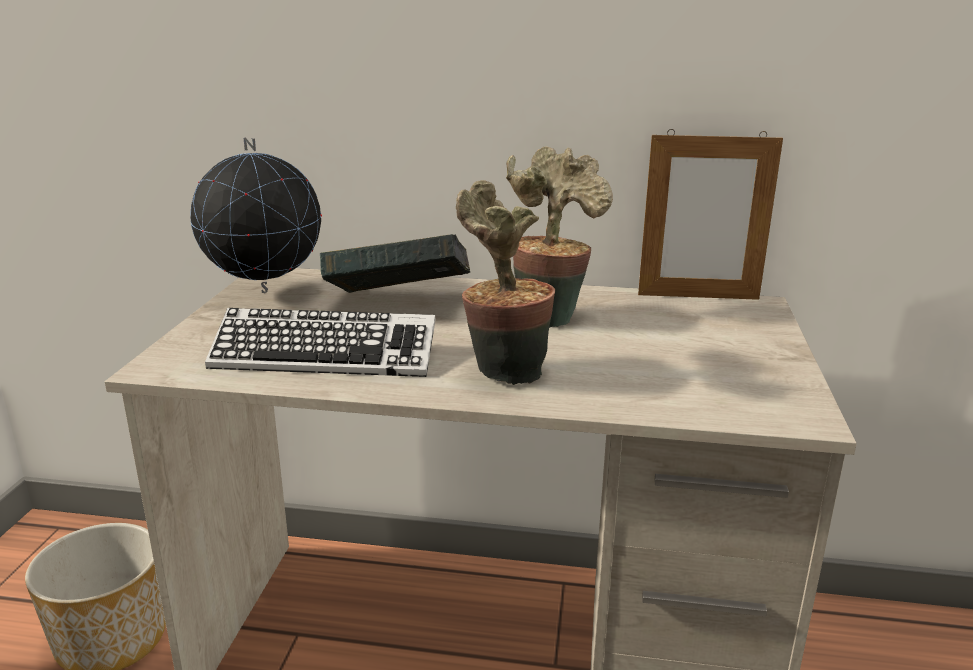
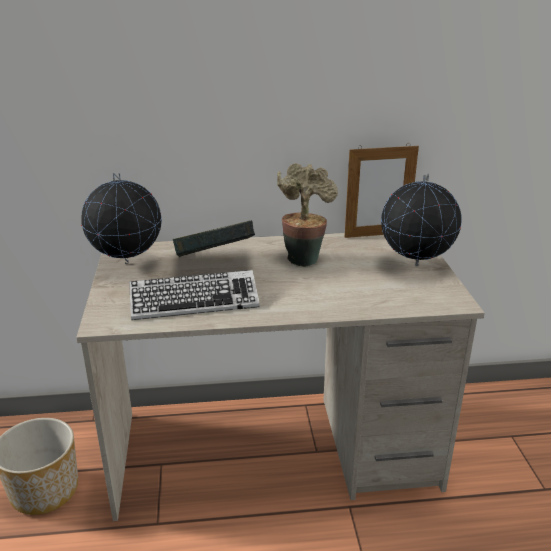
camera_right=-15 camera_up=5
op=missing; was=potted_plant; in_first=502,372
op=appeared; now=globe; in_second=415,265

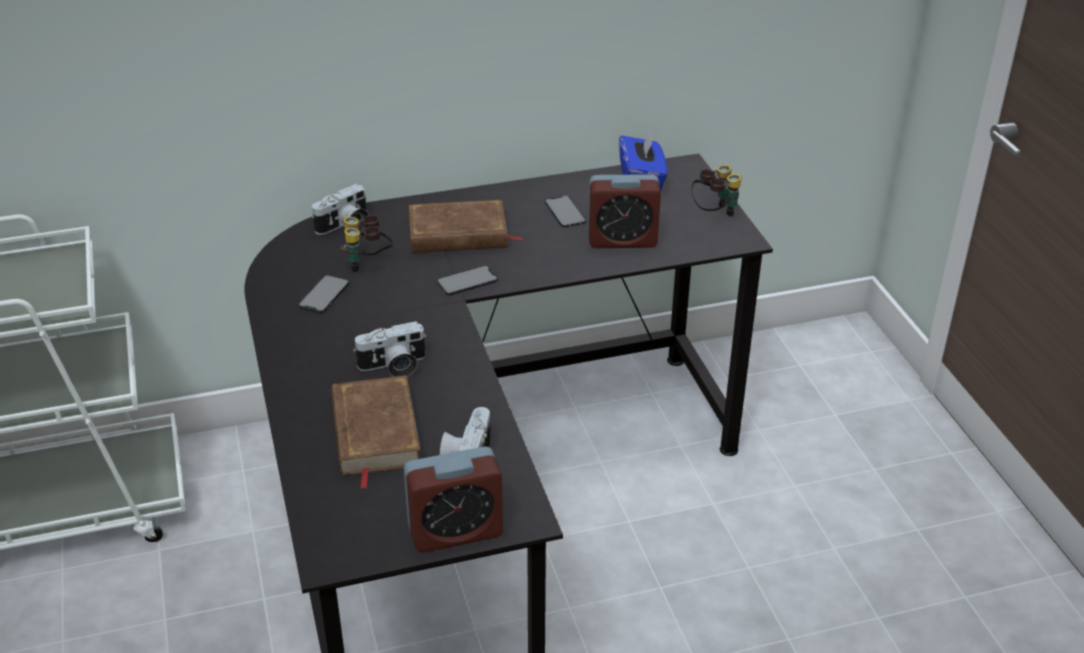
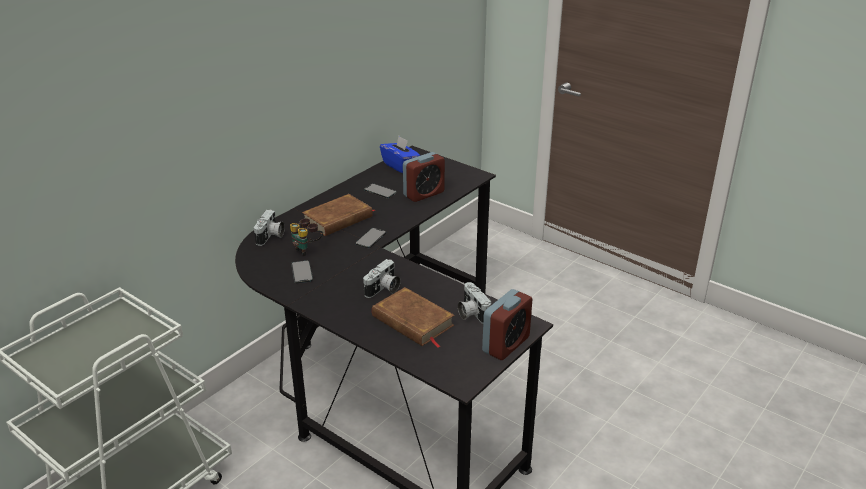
camera_right=-35 camera_up=-5
op=missing; was=binoculars; in_first=714,213

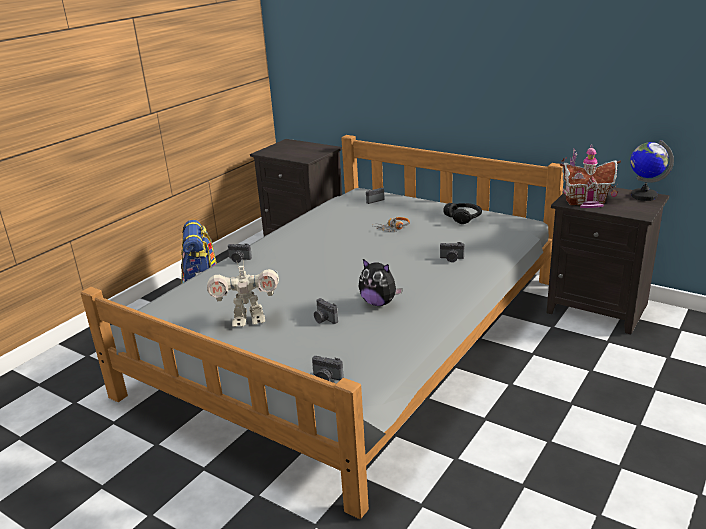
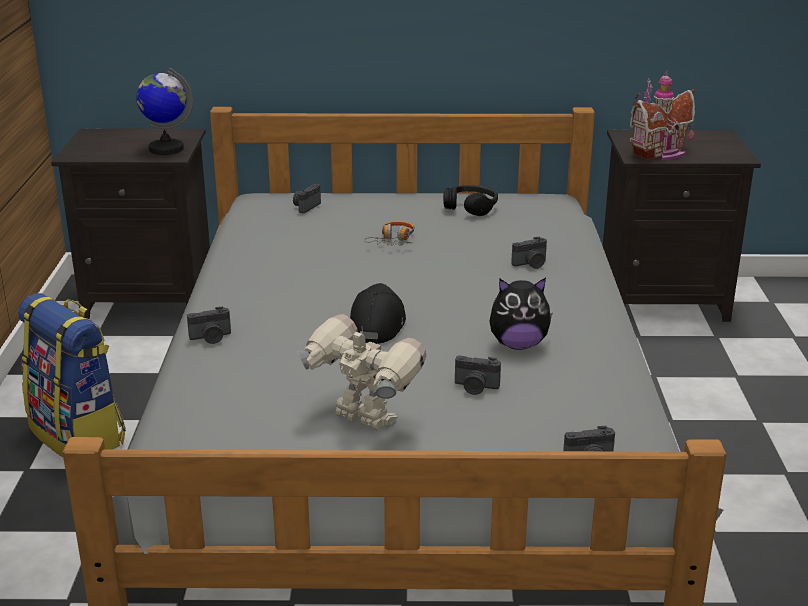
camera_right=-35 camera_up=0
op=spun; was=toy_robot; in_first=248,320; in_second=363,421; clockwise=-105
op=relocated; was=globe; in_first=643,196; in_second=166,149
op=appeared; now=black_cap; in_second=376,324

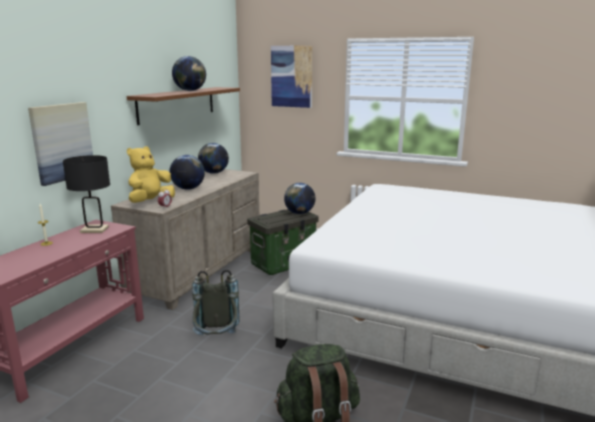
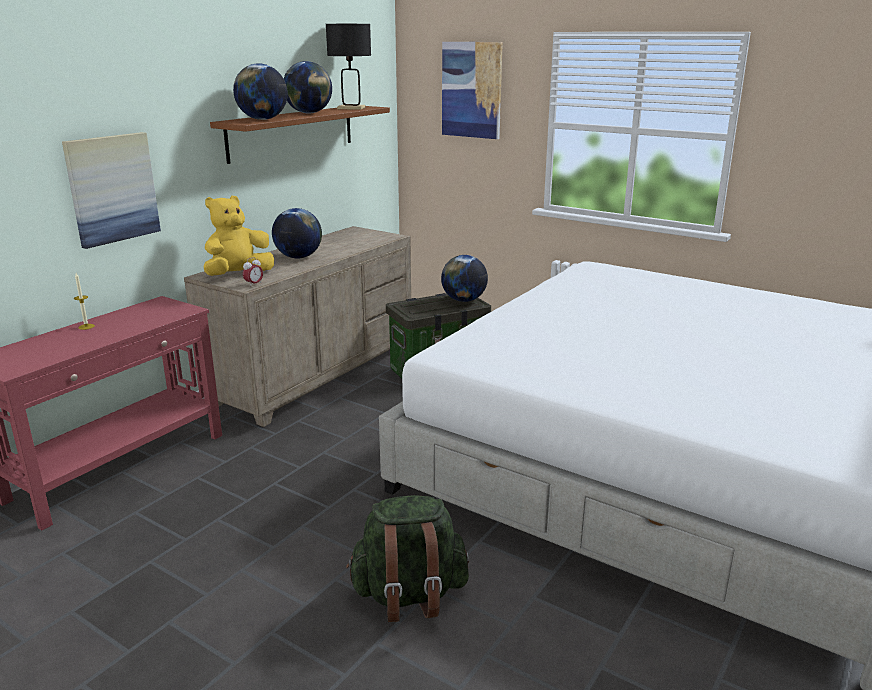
camera_right=10 camera_up=5
op=relocated; was=black_table_lamp; in_first=94,229; in_second=351,108
op=missing; was=grey_backpack; in_first=217,341
op=relocated; was=globe; in_first=214,173; in_second=263,119

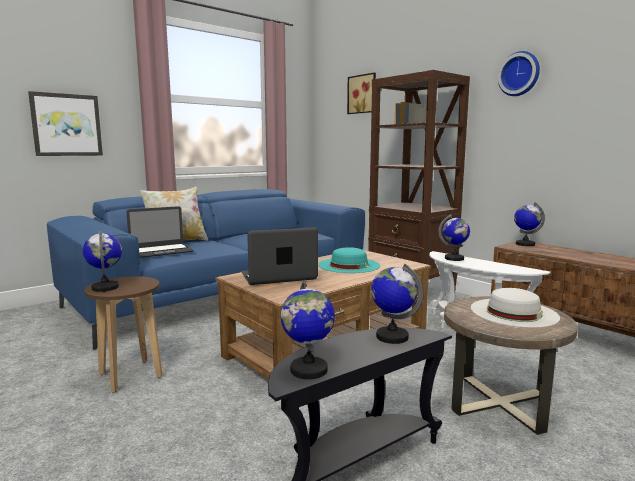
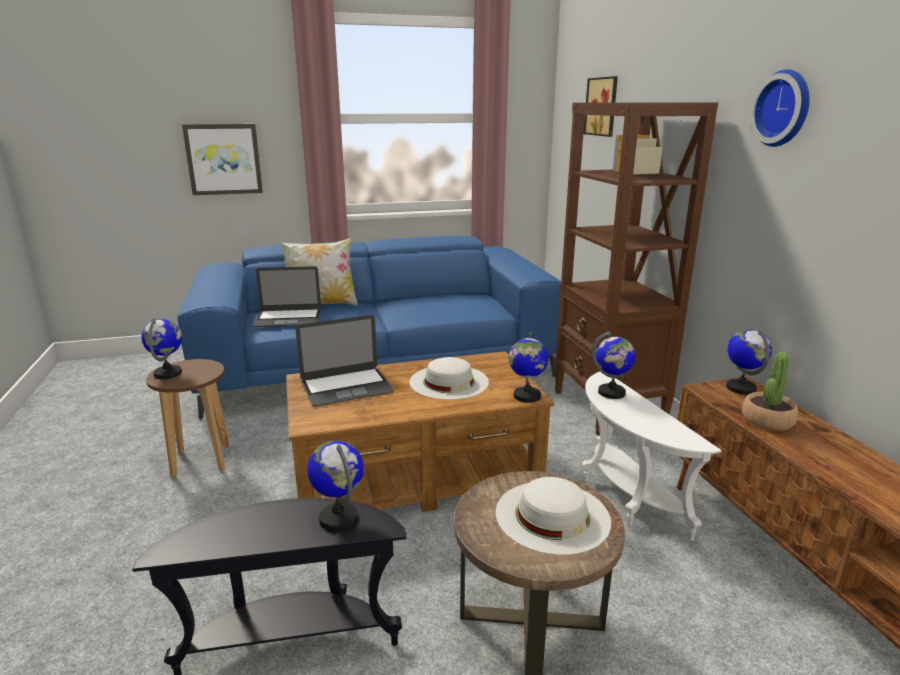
camera_right=25 camera_up=10
op=spun; was=laptop; in_first=278,276; in_second=346,386; clockwise=150
op=relocated; was=globe; in_first=308,370; in_second=526,396
op=colour; was=turquoise_hat; now=white_hat; in_first=349,265; in_second=449,382
op=appeared; now=potted_plant; in_second=767,420

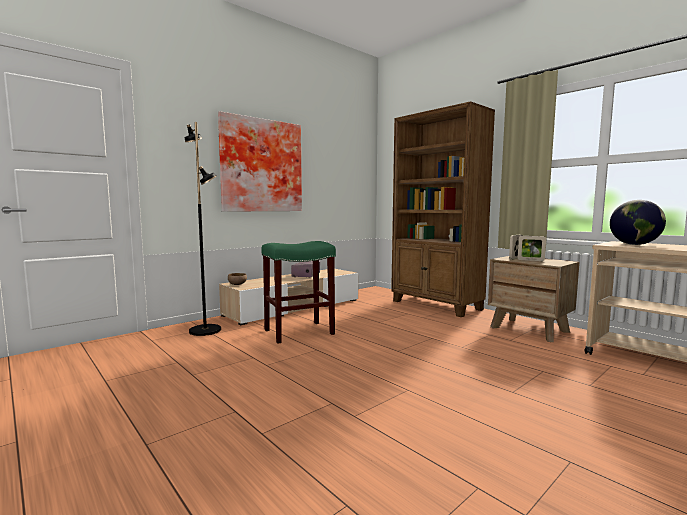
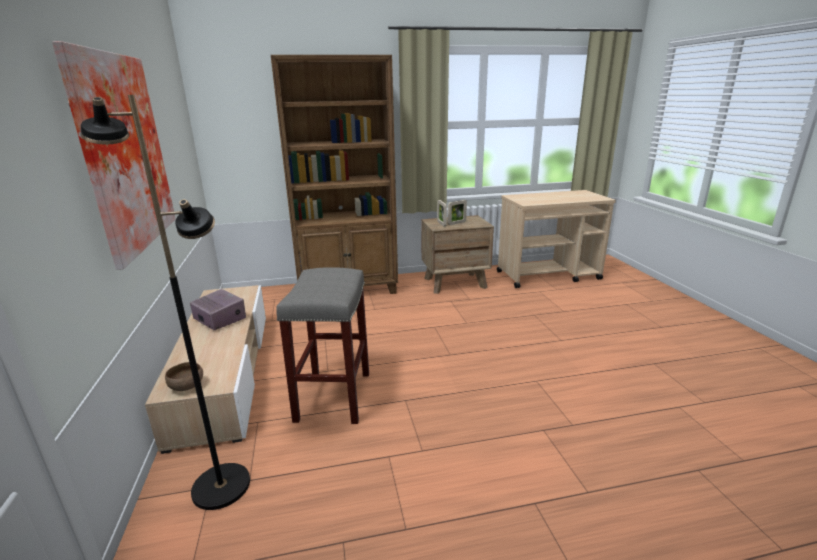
camera_right=-60 camera_up=15
op=colour; was=green_stool; now=grey_stool; in_first=299,332; in_second=333,395
op=missing; was=globe; in_first=635,244

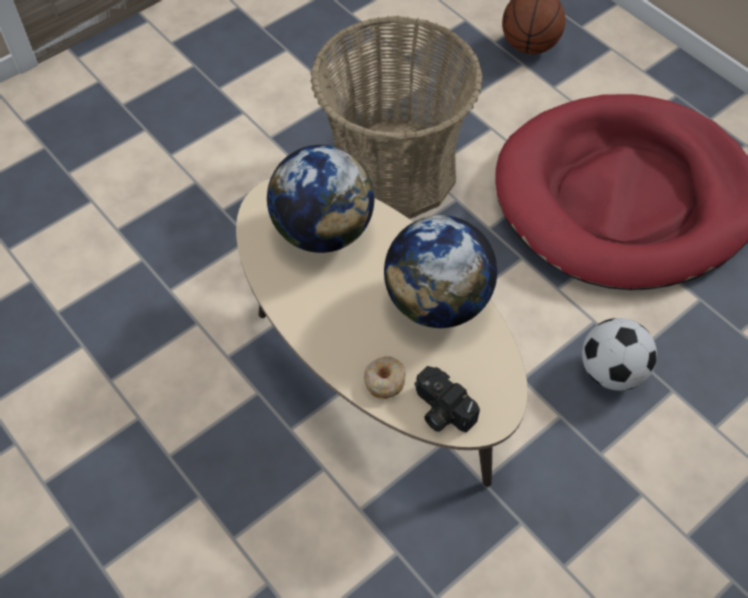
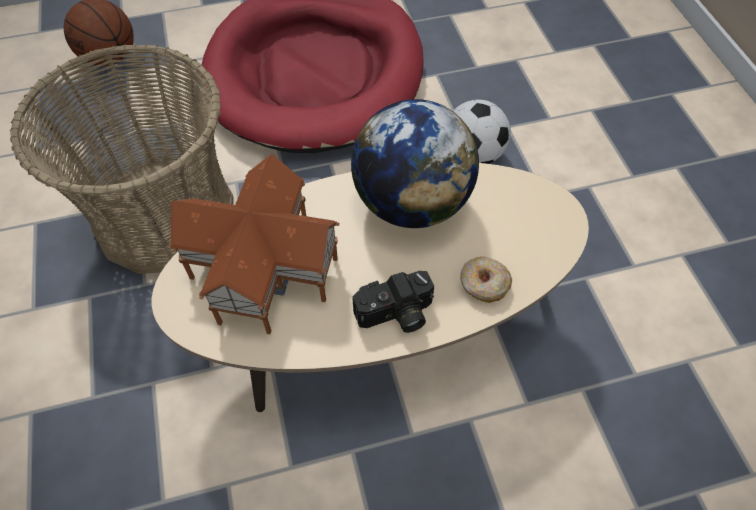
camera_right=-65 camera_up=0
op=exchanged; was=globe; now=toy_house; in_first=323,231; in_second=263,266
op=relocated; was=photo_camera; in_first=440,411; in_second=396,315

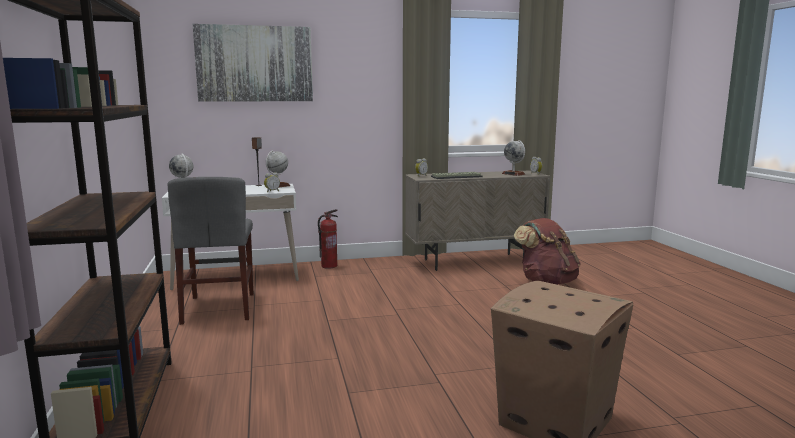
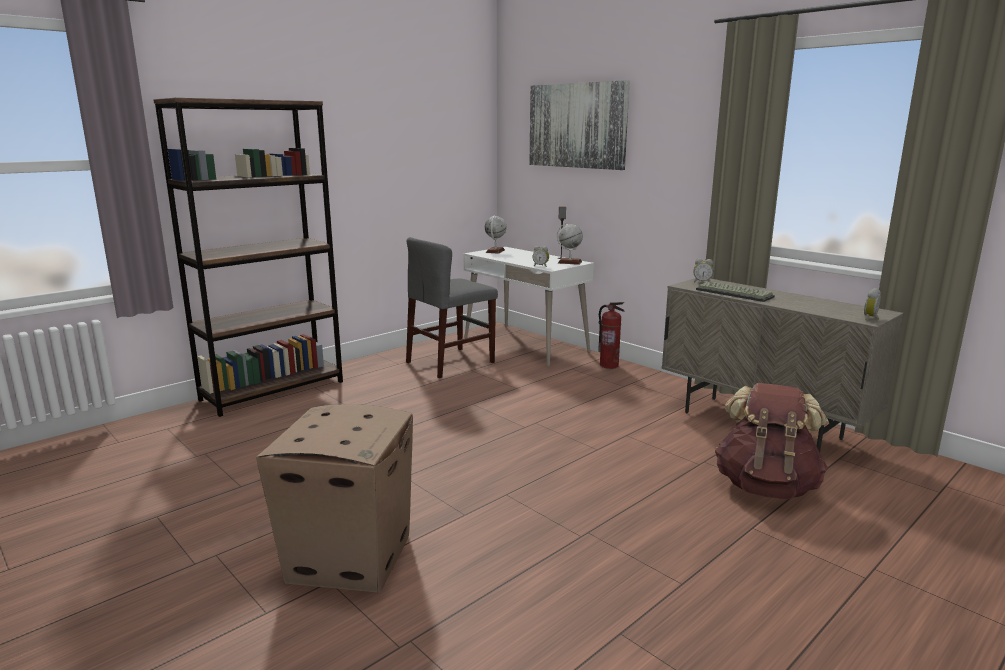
camera_right=60 camera_up=5
op=missing; was=globe; in_first=513,174

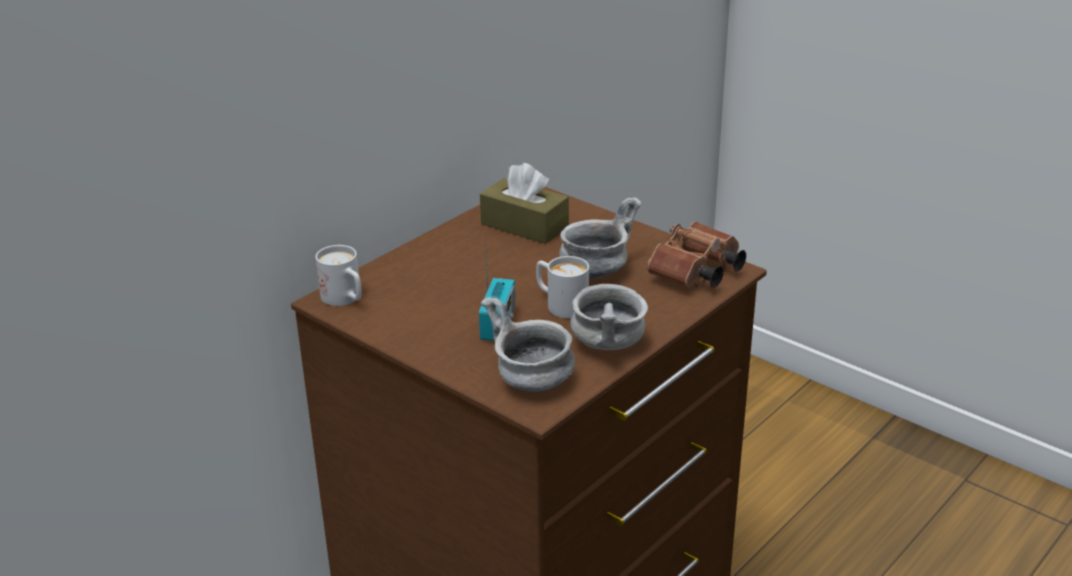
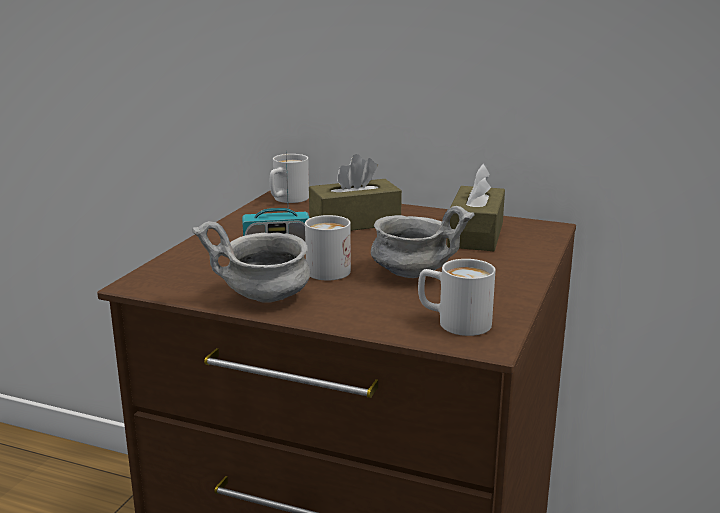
camera_right=70 camera_up=-10
op=missing; was=grey_bowl; in_first=532,381
op=exchanged; was=brown_binoculars; now=white_mug; in_first=695,274; in_second=453,322
op=appeared; now=brown_tissue_box; in_second=354,222

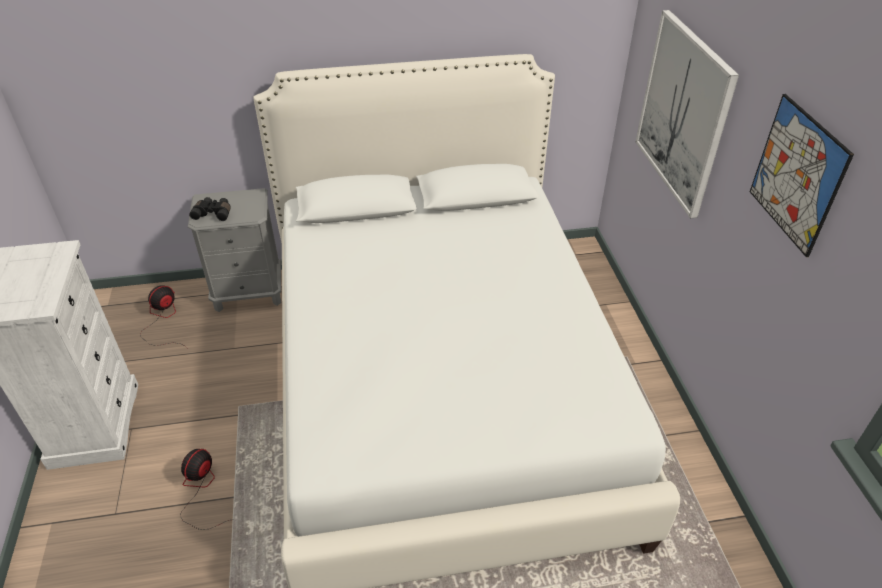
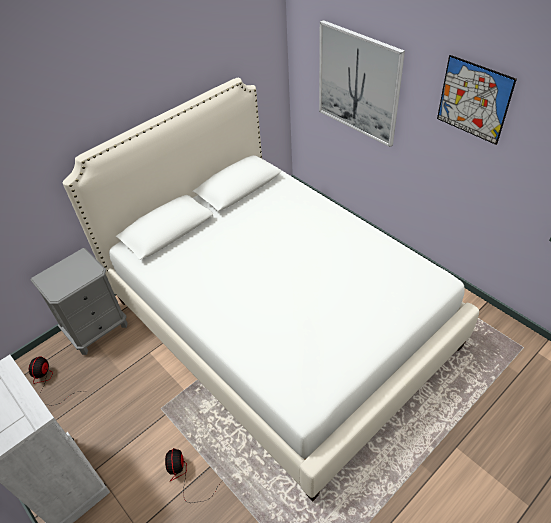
camera_right=-30 camera_up=5
op=missing; was=black_binoculars; in_first=213,213

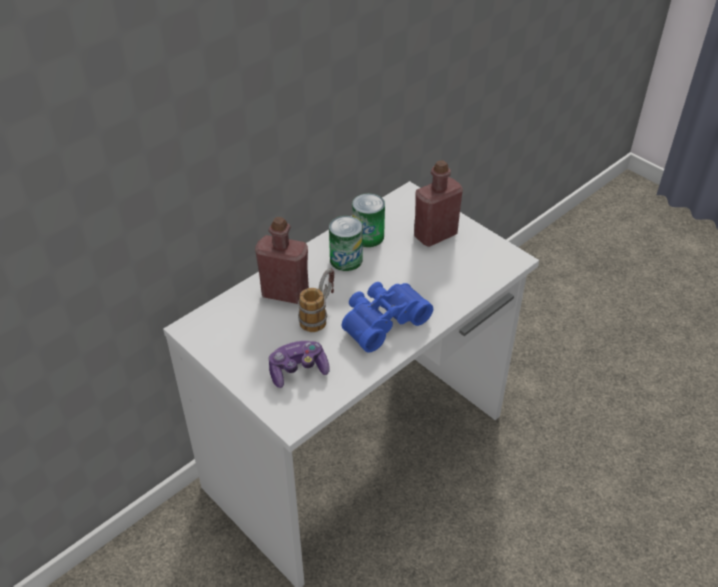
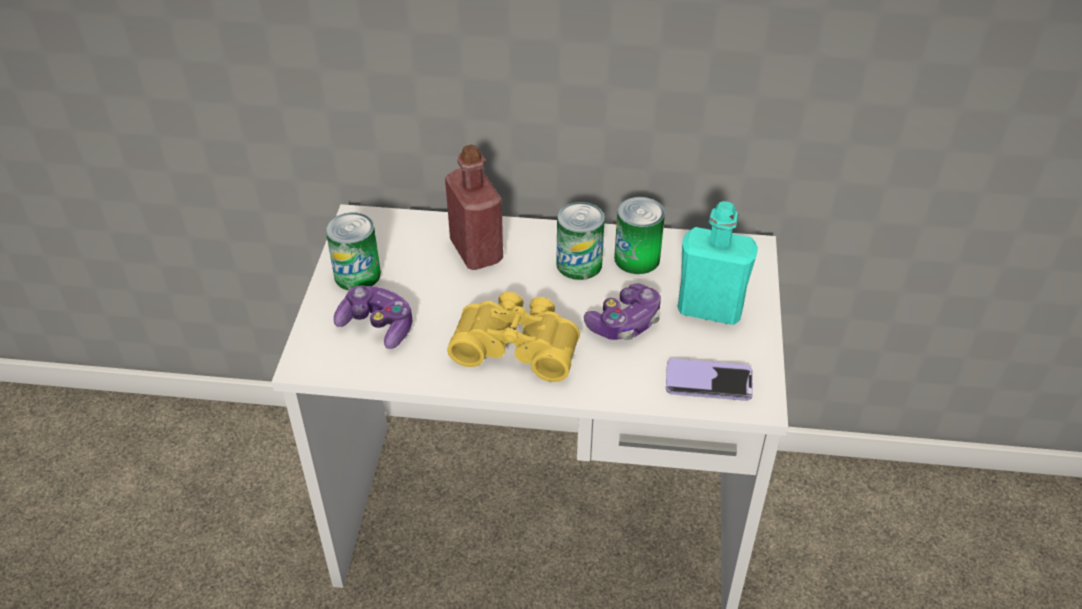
camera_right=50 camera_up=0
op=missing; was=mug; in_first=319,314
op=colour; was=blue_binoculars; now=yellow_binoculars; in_first=381,320; in_second=517,346
op=colour; was=red_bottle; now=turquoise_bottle; in_first=435,235; in_second=710,309
op=appeared; now=can; in_second=357,275
op=appeared; now=game_controller; in_second=625,323
op=appeared; now=phone; in_second=708,382

